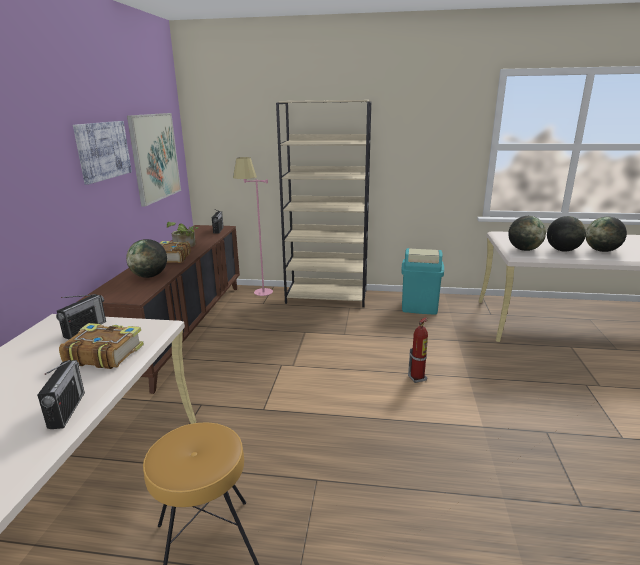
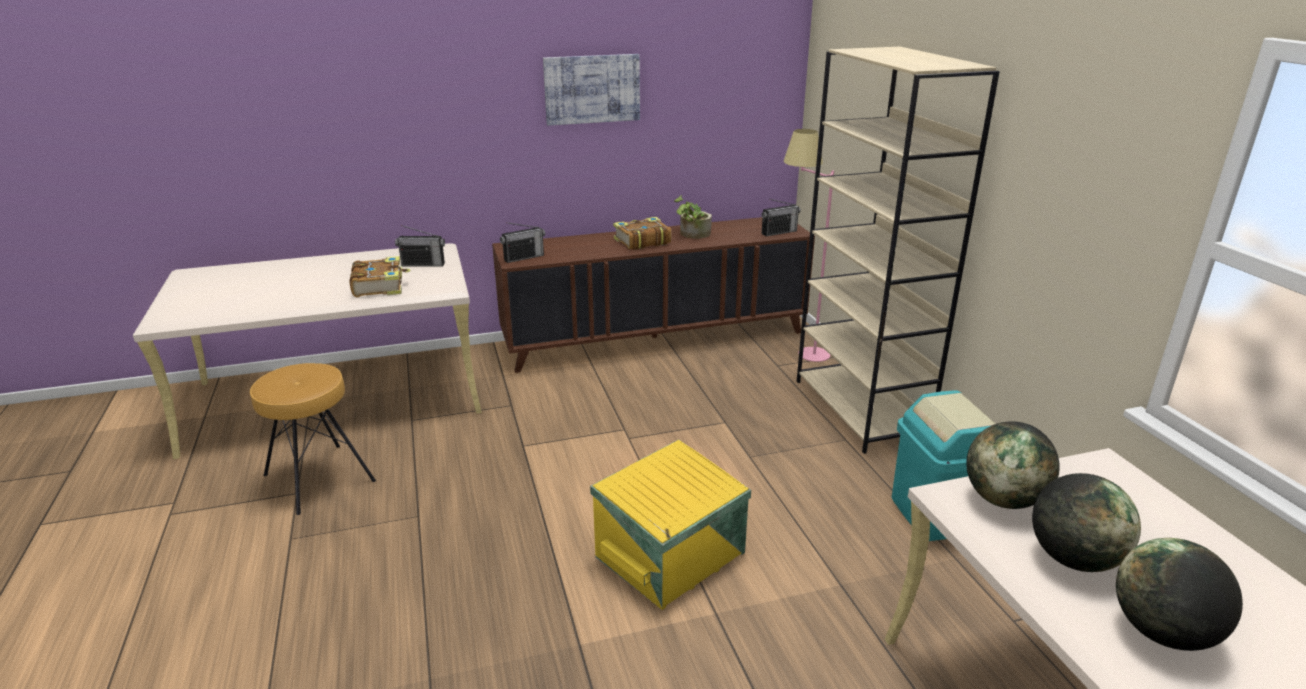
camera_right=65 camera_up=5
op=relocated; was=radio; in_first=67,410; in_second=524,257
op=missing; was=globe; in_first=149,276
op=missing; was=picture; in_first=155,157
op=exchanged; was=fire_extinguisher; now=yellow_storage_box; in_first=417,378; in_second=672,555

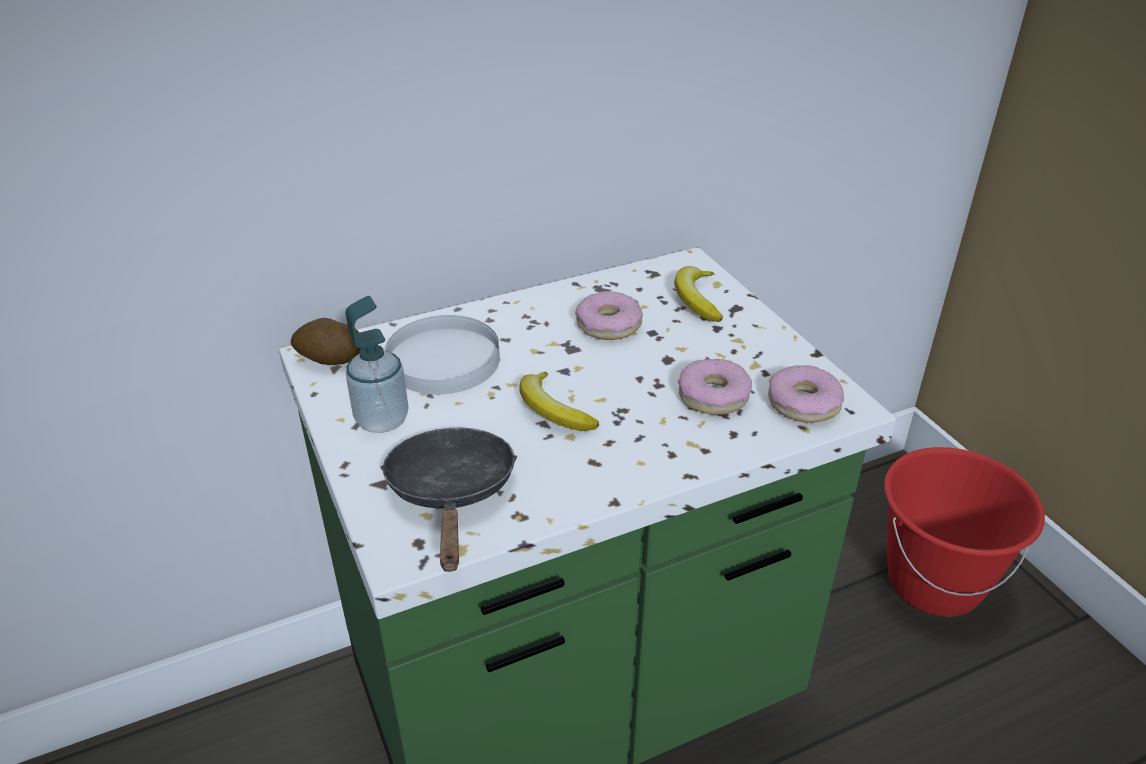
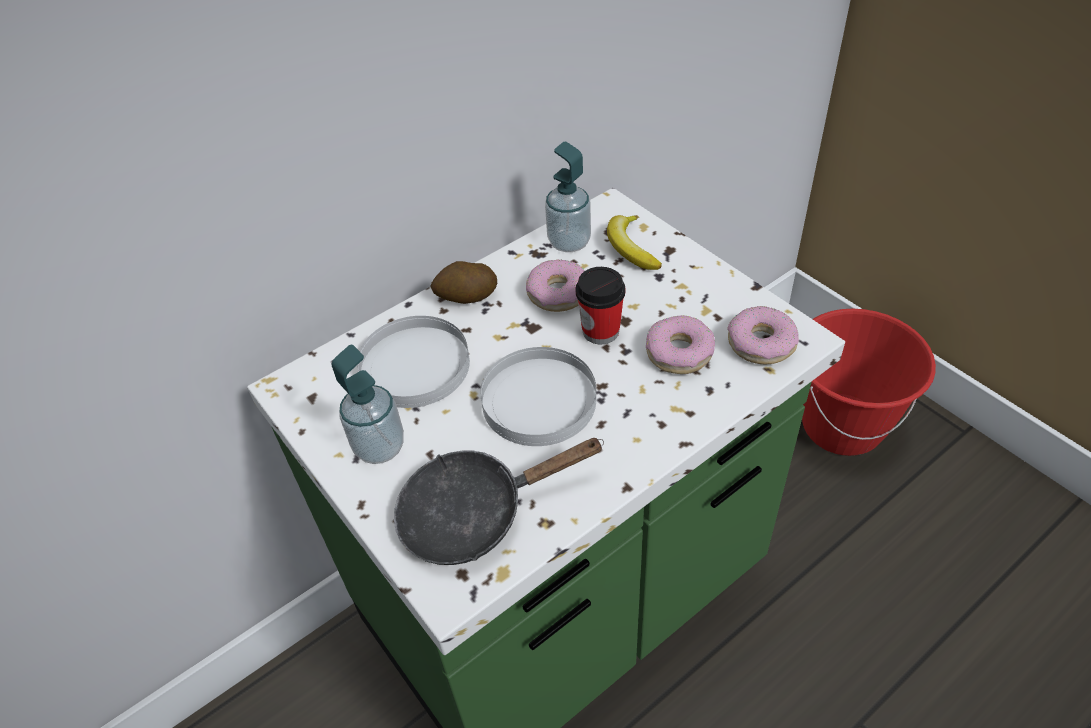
camera_right=-10 camera_up=10
op=relocated; was=potato; in_first=330,359; in_second=466,297
op=spun; was=black_frying_pan; in_first=452,494; in_second=475,513; clockwise=-90
op=exchanged; was=banana; now=white_plate; in_first=553,410; in_second=538,400
op=appeared; now=soap_dispenser; in_second=569,242
op=appeared; now=cup; in_second=600,331

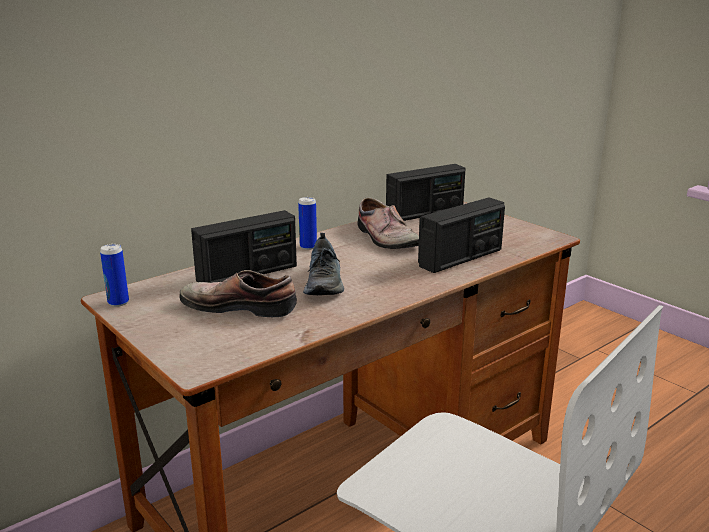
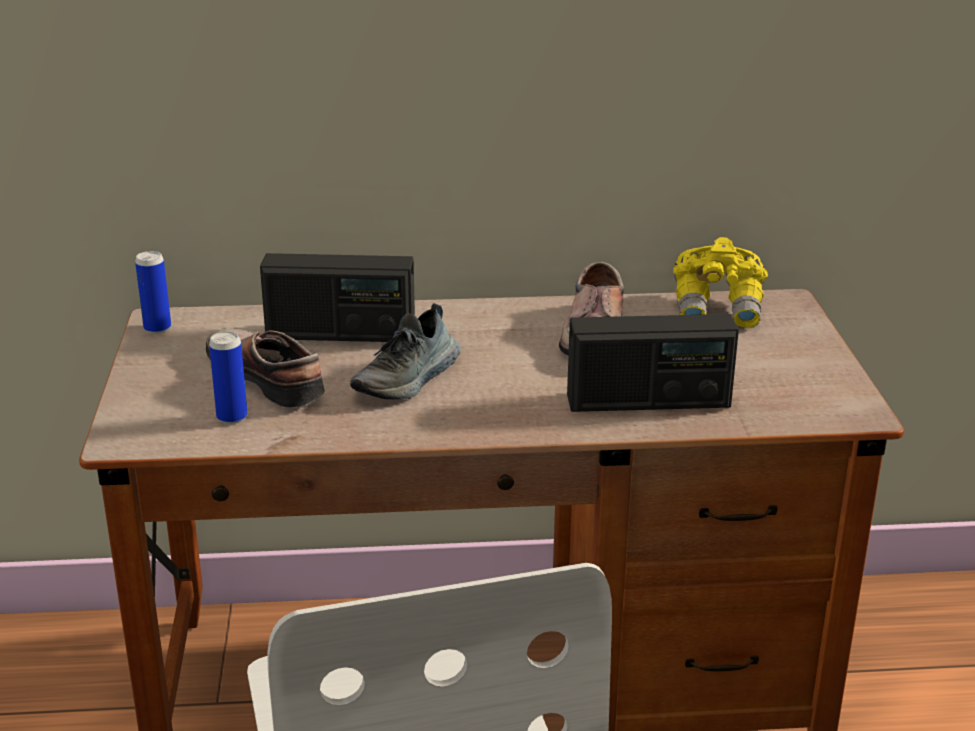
camera_right=35 camera_up=5
op=relocated; was=can; in_first=308,247; in_second=232,417
op=exchanged; was=radio; now=yellow_binoculars; in_first=425,213; in_second=718,310

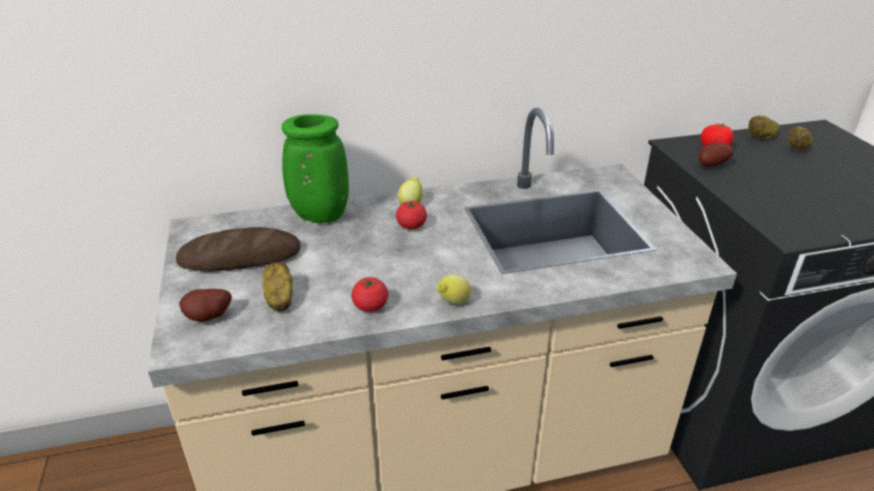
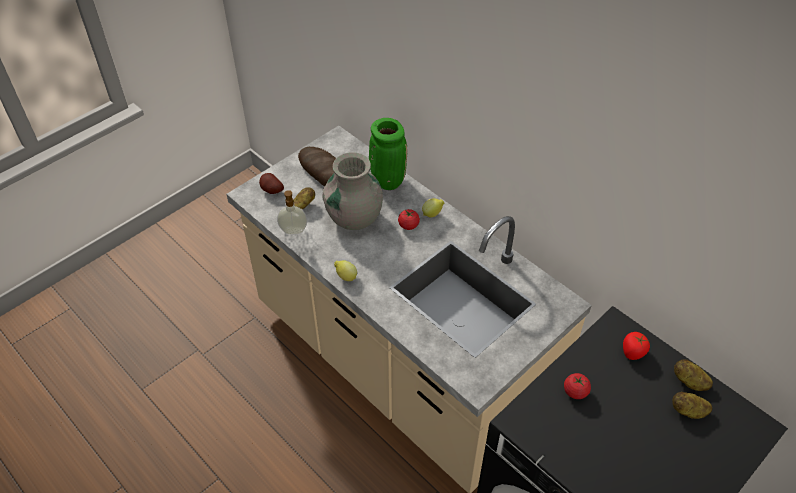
camera_right=60 camera_up=15
op=relocated; was=tomato; in_first=370,306; in_second=575,391
op=missing; was=potato; in_first=710,165
op=appeared; now=soap_dispenser; in_second=293,231
op=appeared; now=grey_vase; in_second=354,217

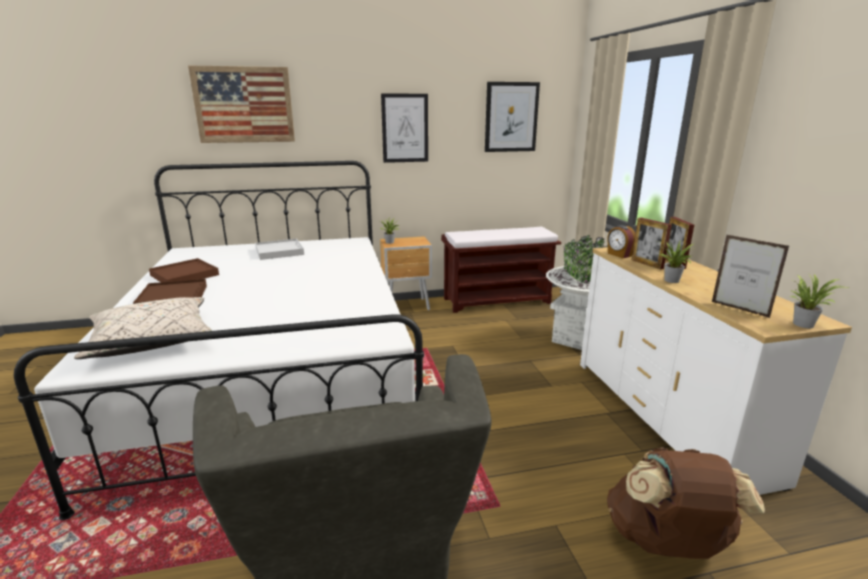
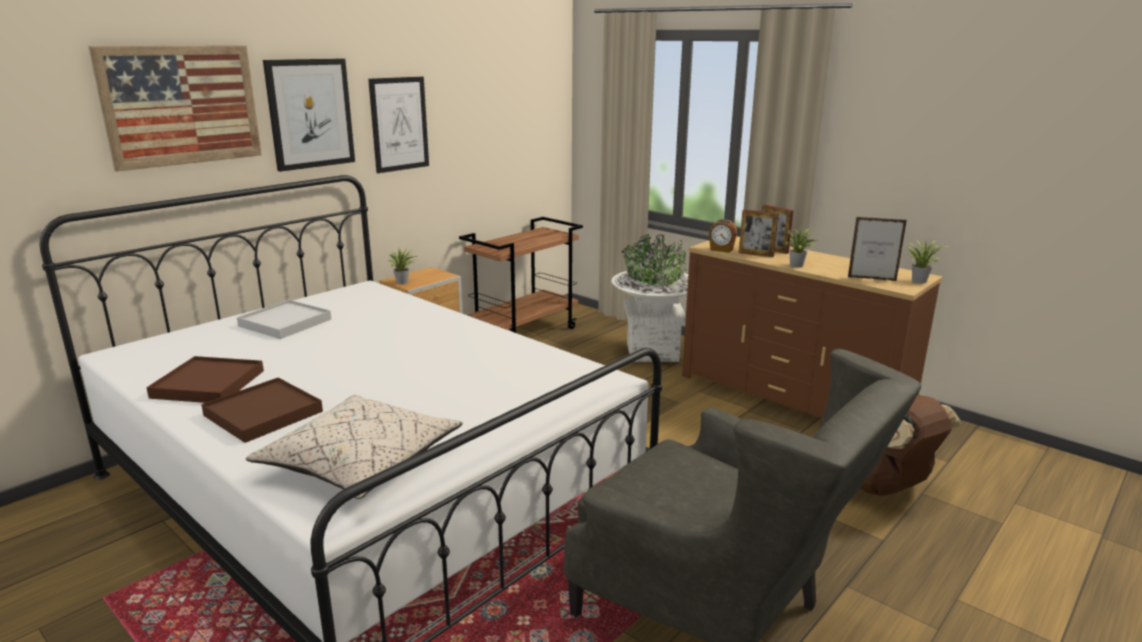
camera_right=-35 camera_up=0
op=exchanged; was=brown_bench; now=brown_cart; in_first=497,300; in_second=524,332
op=relocated; was=picture; in_first=511,117; in_second=310,113
op=colour; was=white_dresser; now=brown_dresser; in_first=667,415; in_second=791,397

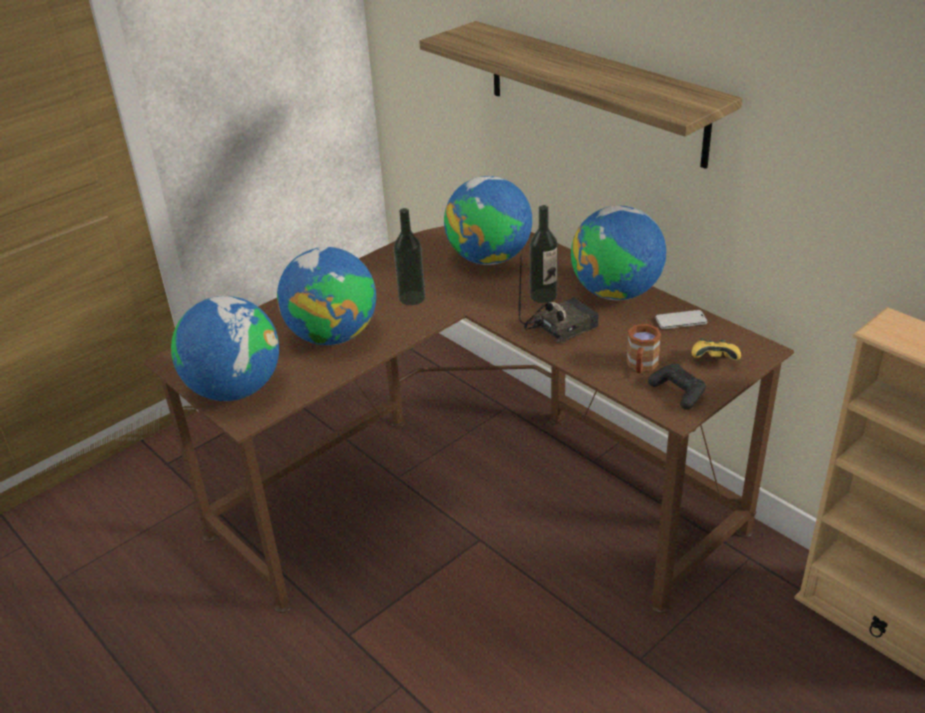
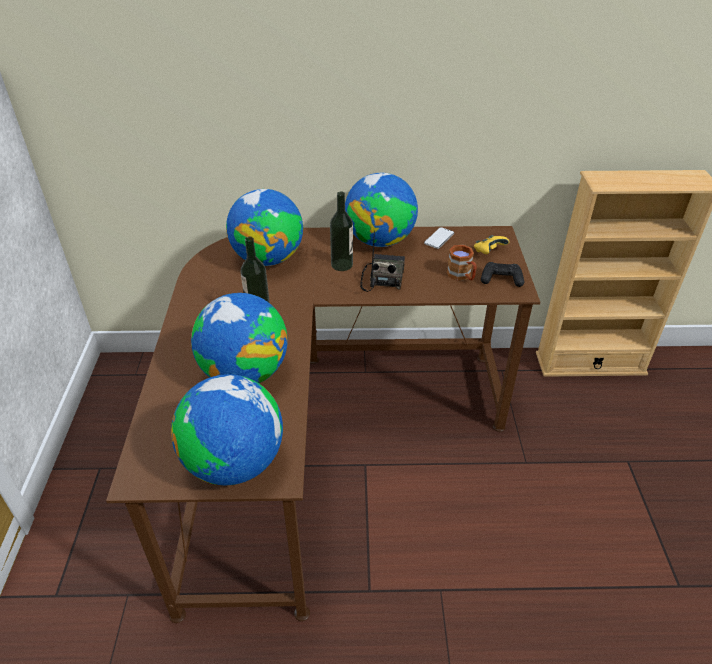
camera_right=-50 camera_up=5
op=missing; was=shelf; in_first=593,92

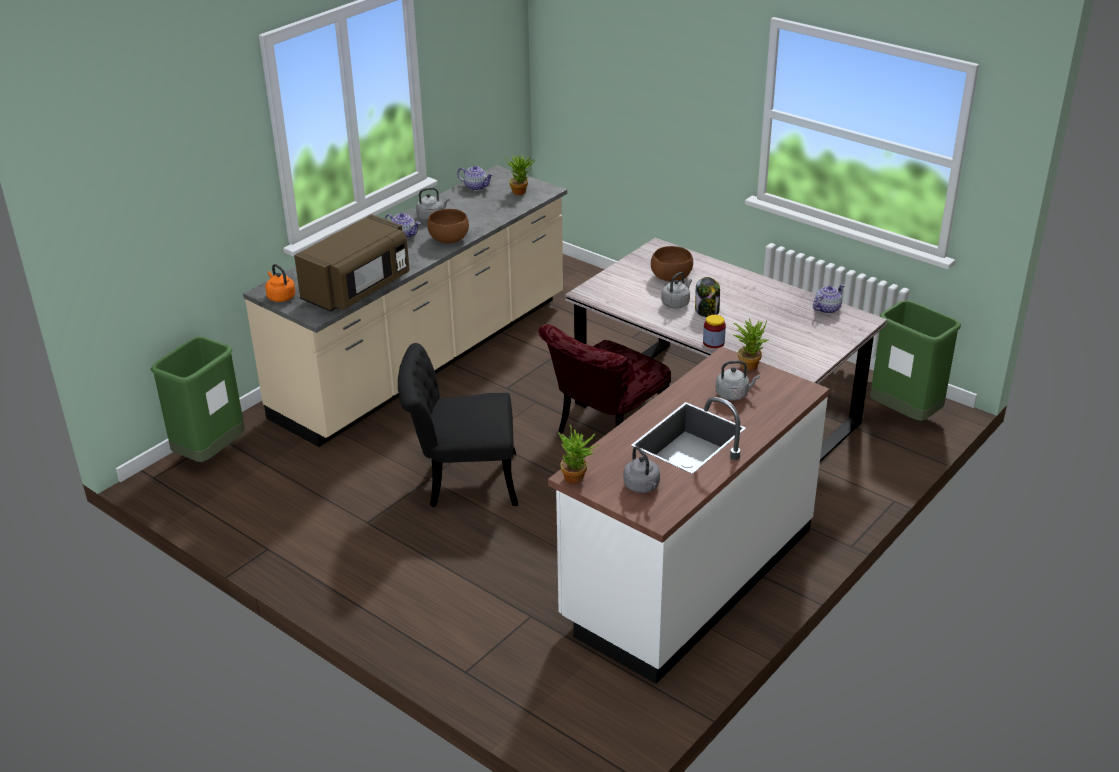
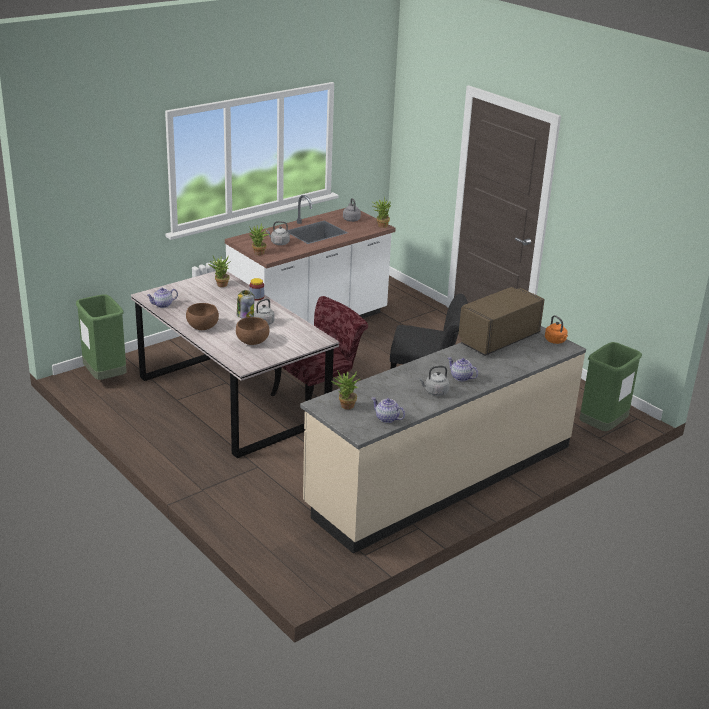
camera_right=-170 camera_up=-5
op=relocated; was=brown_bowl; in_first=449,239; in_second=202,326
op=appeared; now=potted_plant; in_second=220,285

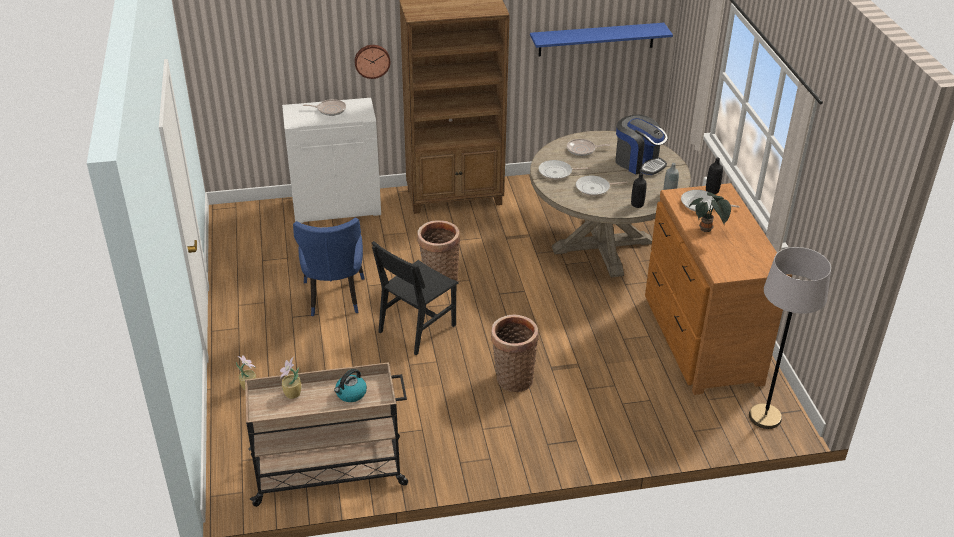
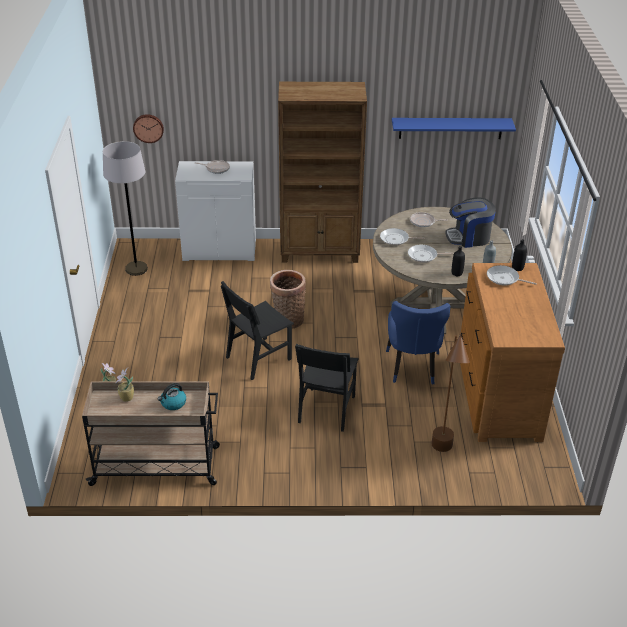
camera_right=10 camera_up=0
op=relocated; was=blue_chair; in_first=334,298; in_second=412,368
op=relocated; was=wall_clock; in_first=372,60; in_second=148,128
op=exchanged; was=basket; now=black_chair; in_first=512,378; in_second=326,409
op=spun; was=coffee_machine; in_first=638,162; in_second=469,237; clockwise=120
op=missing; was=potted_plant; in_first=707,230
op=relocated; was=grey_floor_lamp; in_first=764,417; in_second=136,269
op=appeared; now=brown_floor_lamp; in_second=442,457

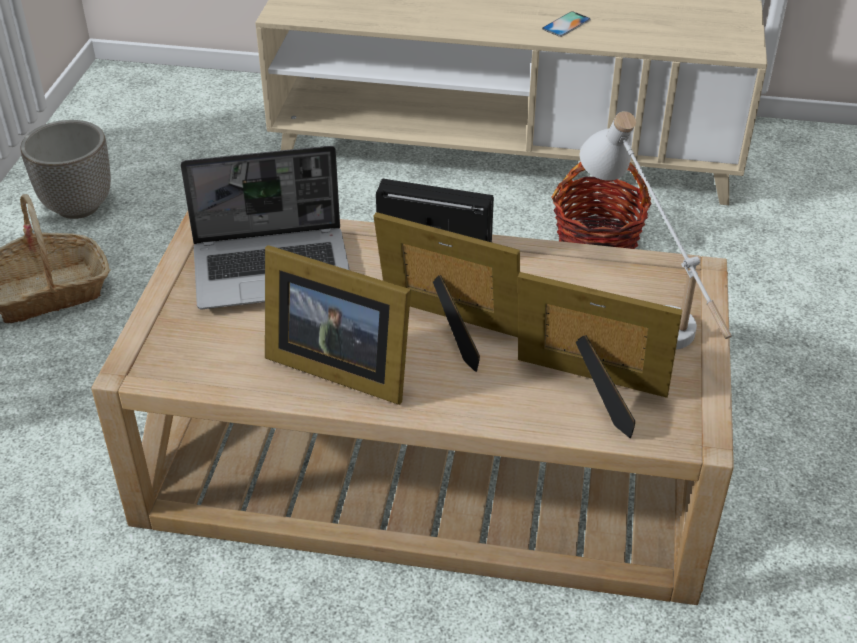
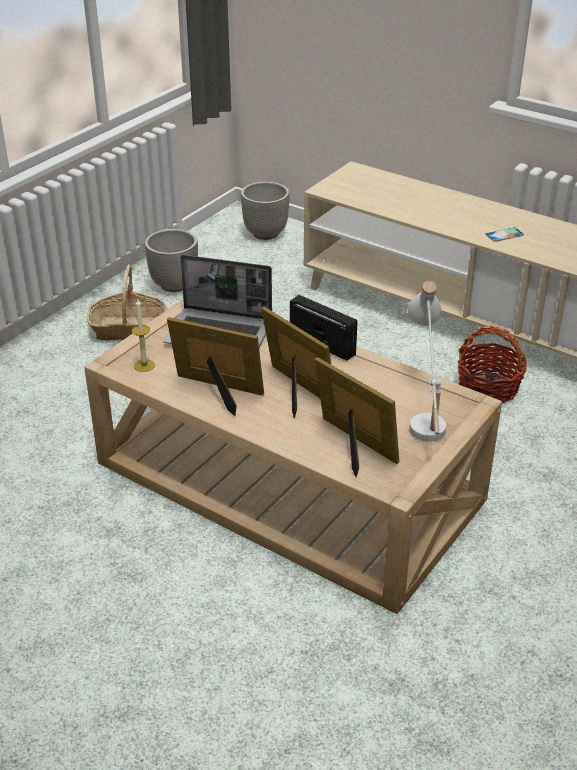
camera_right=25 camera_up=-5
op=spun; was=picture_frame; in_first=337,365; in_second=218,392; clockwise=150
op=appeared; now=candle; in_second=144,365
op=appeared; now=planter; in_second=266,234

